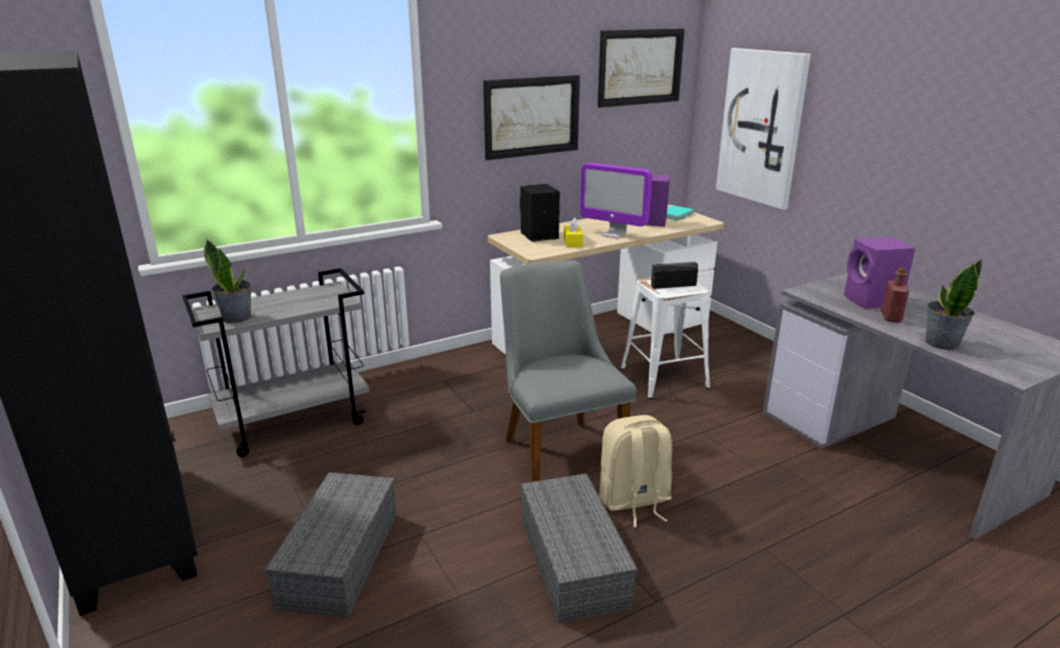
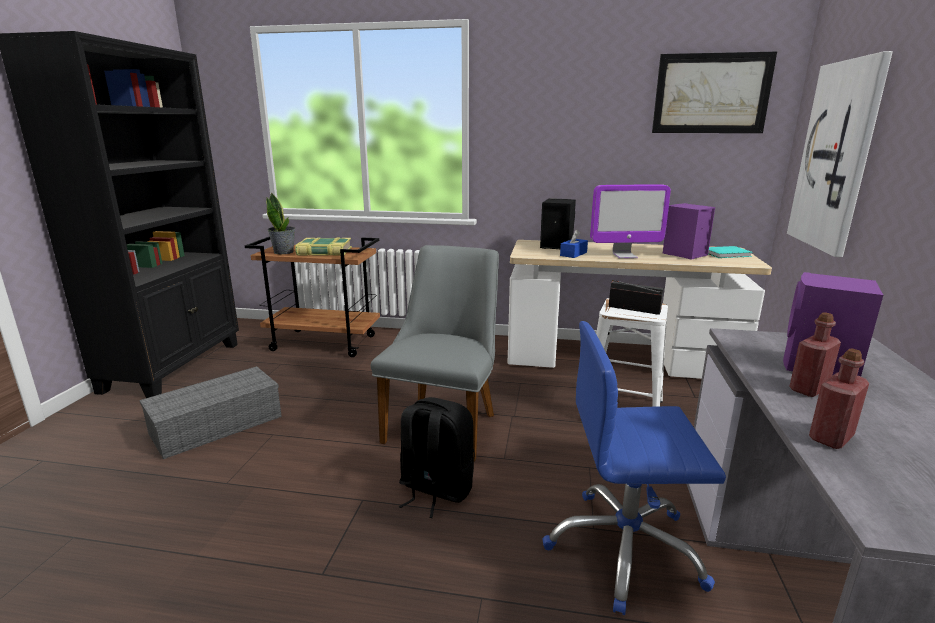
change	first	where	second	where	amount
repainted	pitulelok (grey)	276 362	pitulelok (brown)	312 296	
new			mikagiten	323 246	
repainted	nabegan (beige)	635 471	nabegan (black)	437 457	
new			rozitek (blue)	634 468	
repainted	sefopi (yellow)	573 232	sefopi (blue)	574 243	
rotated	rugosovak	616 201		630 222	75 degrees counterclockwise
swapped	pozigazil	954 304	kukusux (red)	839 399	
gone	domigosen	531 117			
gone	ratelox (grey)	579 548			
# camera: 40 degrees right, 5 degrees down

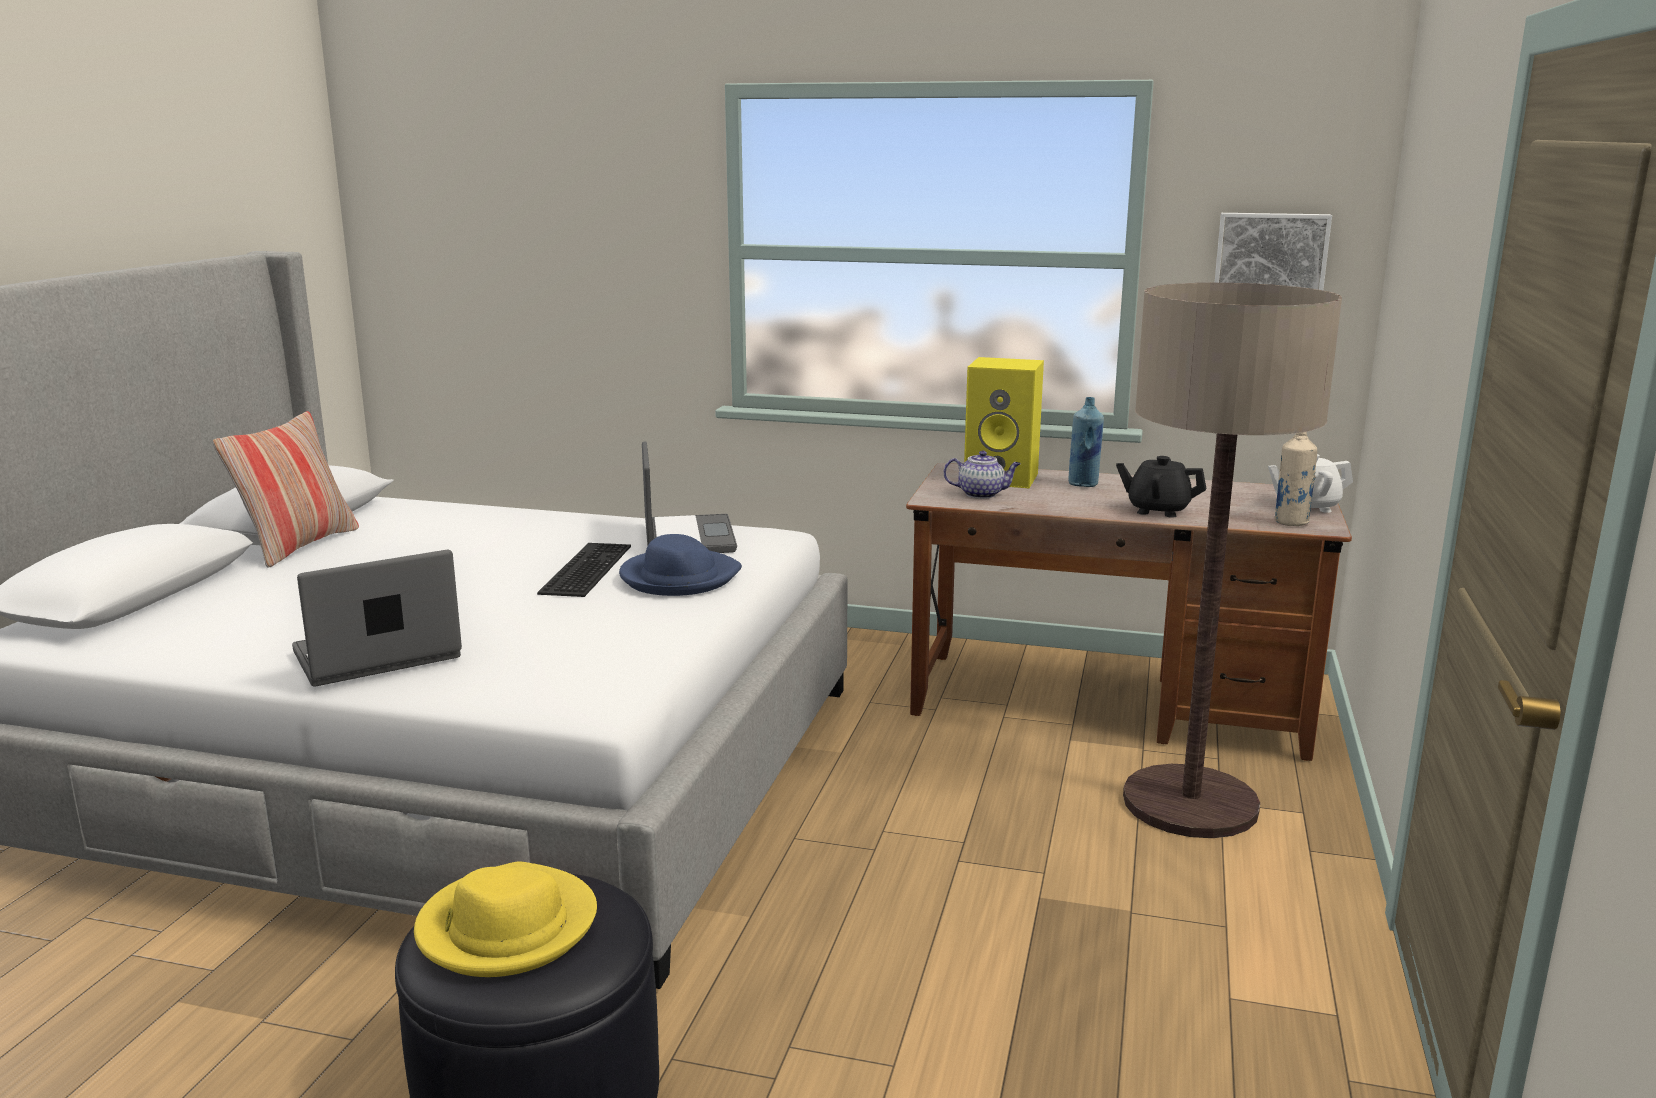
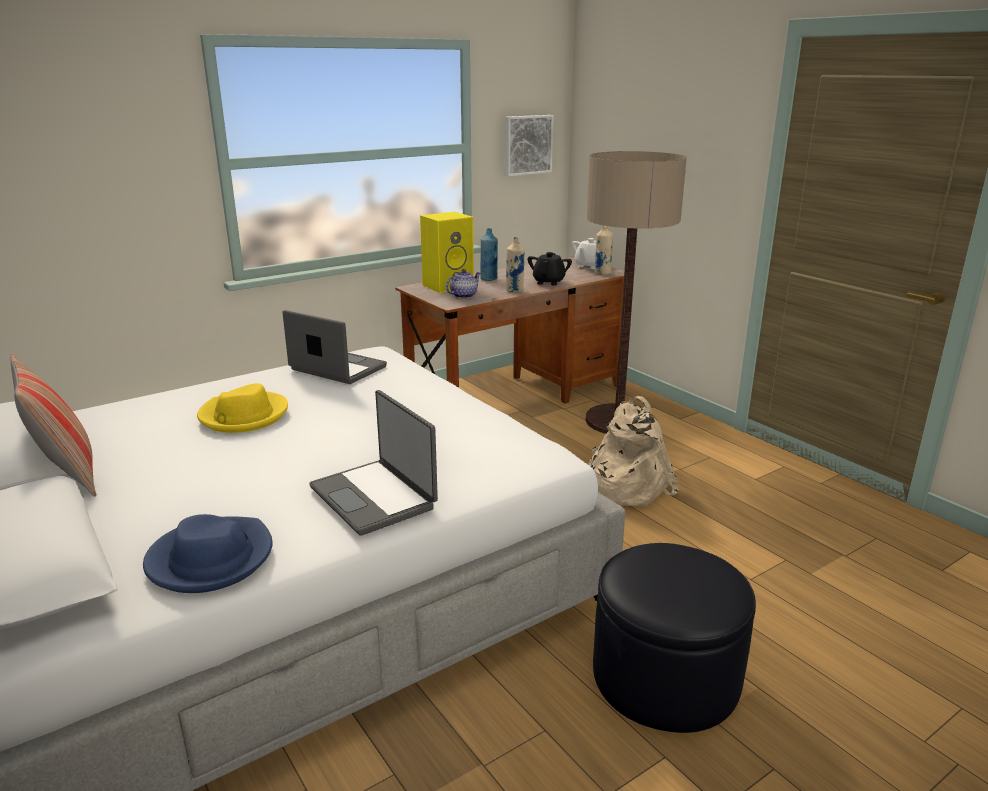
change	first	where	second	where	amount
shifted	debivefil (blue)	680 565		208 553	
shifted	debivefil (yellow)	505 919		242 408	
rotated	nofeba	377 618		373 463	45 degrees counterclockwise
new			kukusux (beige)	515 264	
rotated	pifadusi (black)	1161 487		550 269	135 degrees clockwise
new			nabegan (beige)	633 451	
gone	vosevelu	584 570			
# camera: 50 degrees left, 5 degrees up

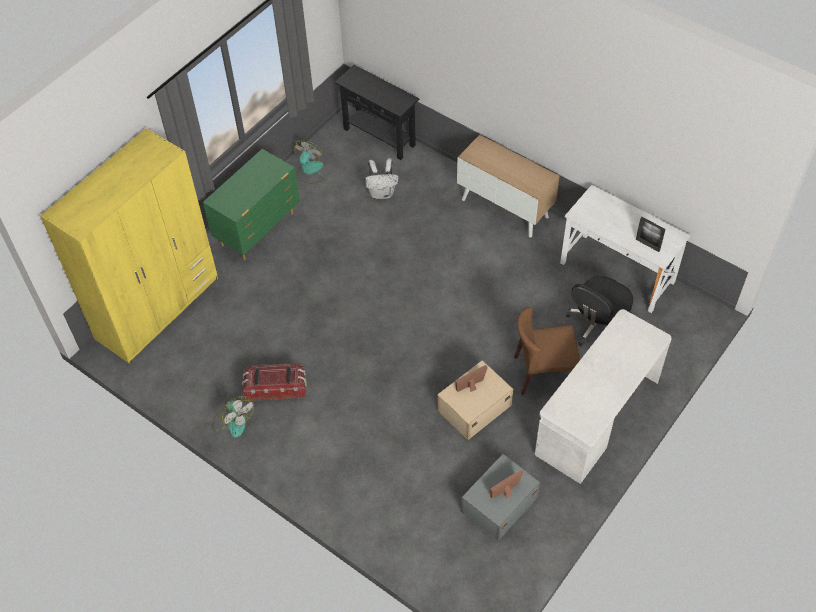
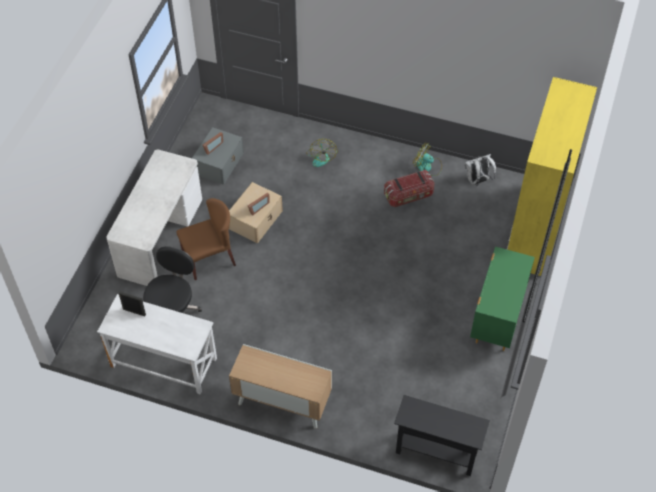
change	first	where	second	where	amount
shifted	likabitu	309 162		321 153	
shifted	nabegan (white)	381 178		480 170	
# camera: 160 degrees right, 0 degrees up

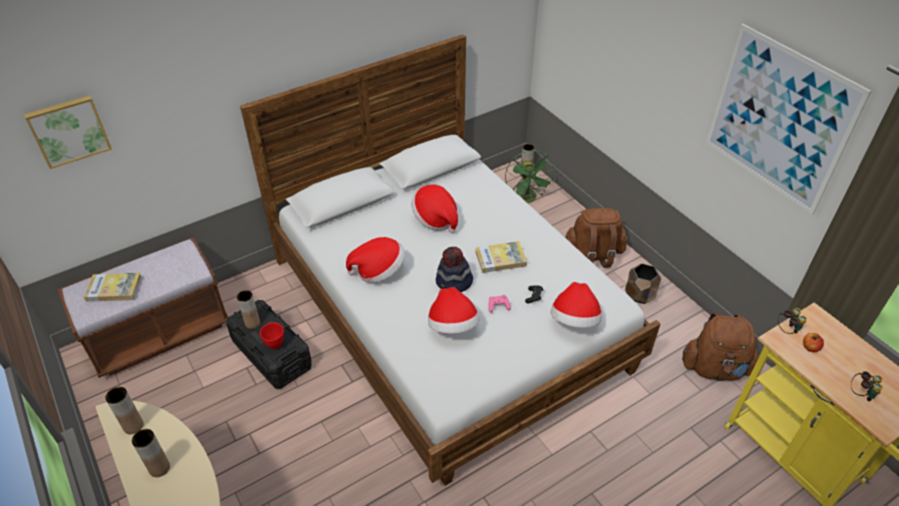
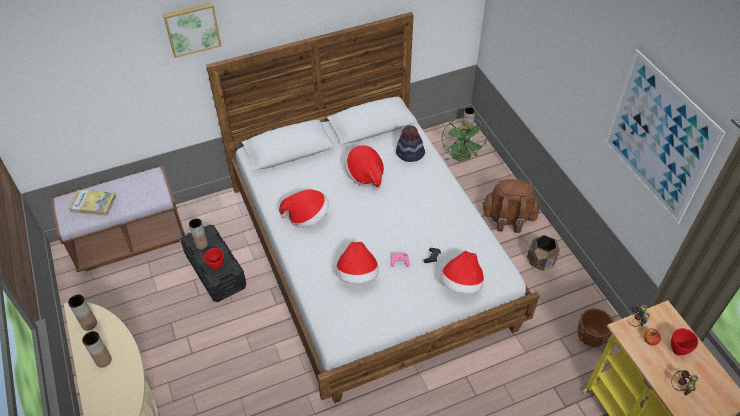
change	first	where	second	where	amount
shifted	domigosen	68 132		192 30	
shifted	debivefil	454 269		410 143	
swapped	nabegan (brown)	720 347	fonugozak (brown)	595 327	
new			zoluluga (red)	684 341	
gone	mikagiten	501 257			
# camera: 10 degrees right, 5 degrees up

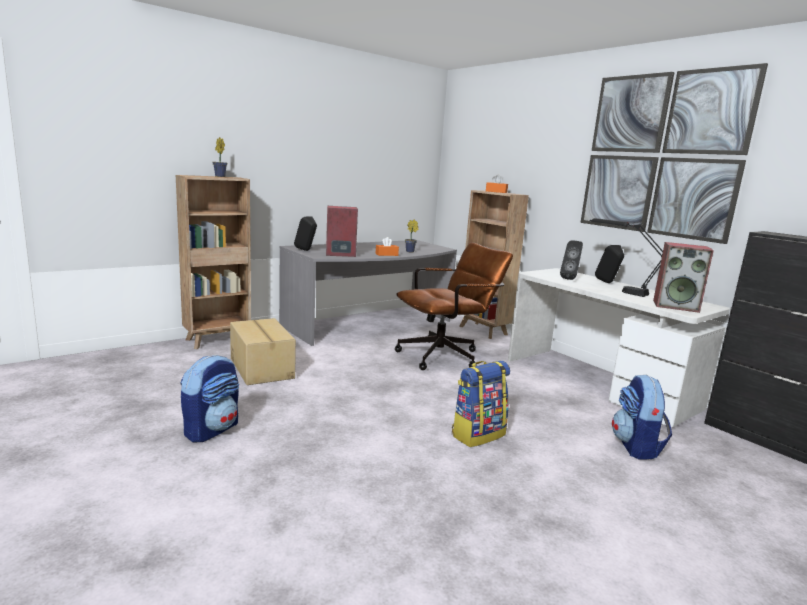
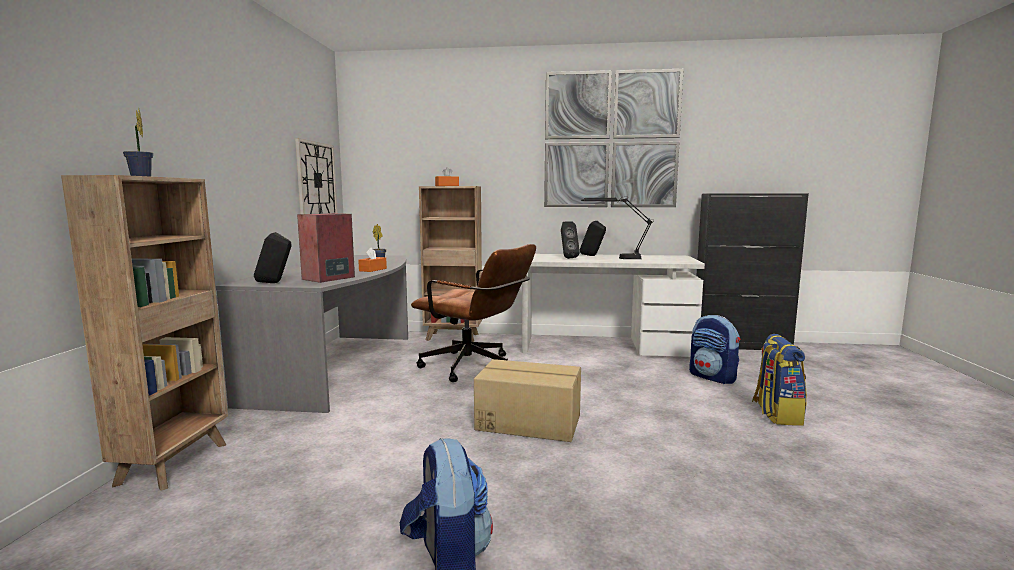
change	first	where	second	where	amount
new			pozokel	316 176	
rotated	rozitek (brown)	454 306		473 313	105 degrees clockwise
shifted	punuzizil	263 351		527 400	
shifted	nabegan	481 404		779 380	
gone	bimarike	683 277			
# camera: 45 degrees left, 5 degrees down

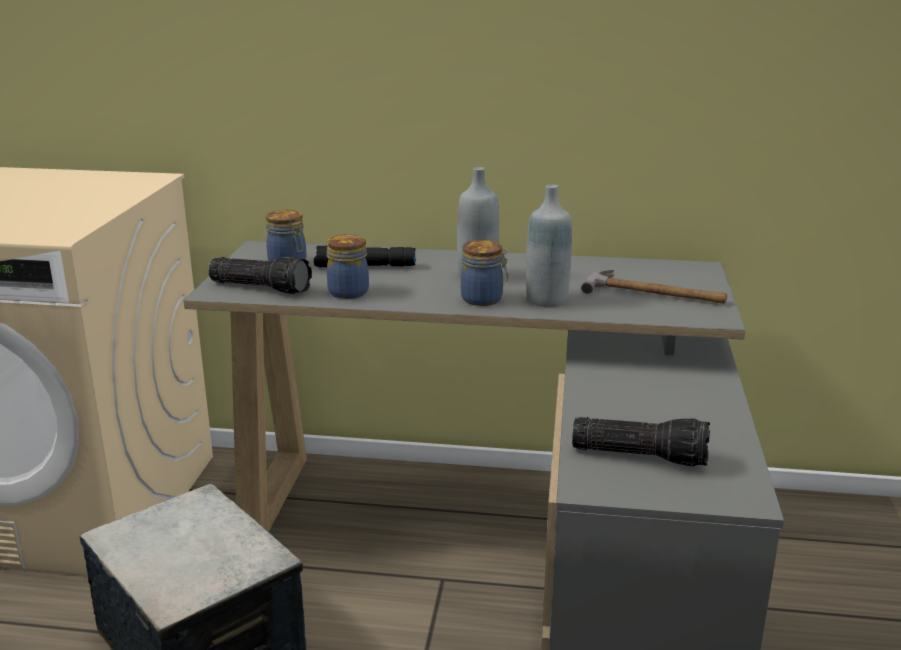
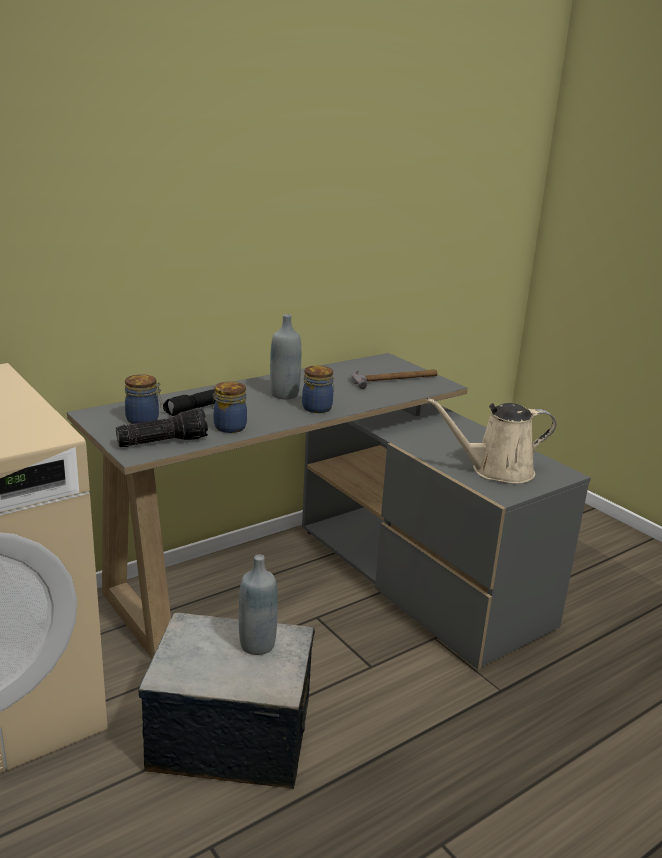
change	first	where	second	where	amount
shifted	kukusux (grey)	549 245		258 605	
swapped	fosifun	641 442	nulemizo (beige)	491 441	
# camera: 45 degrees left, 0 degrees up

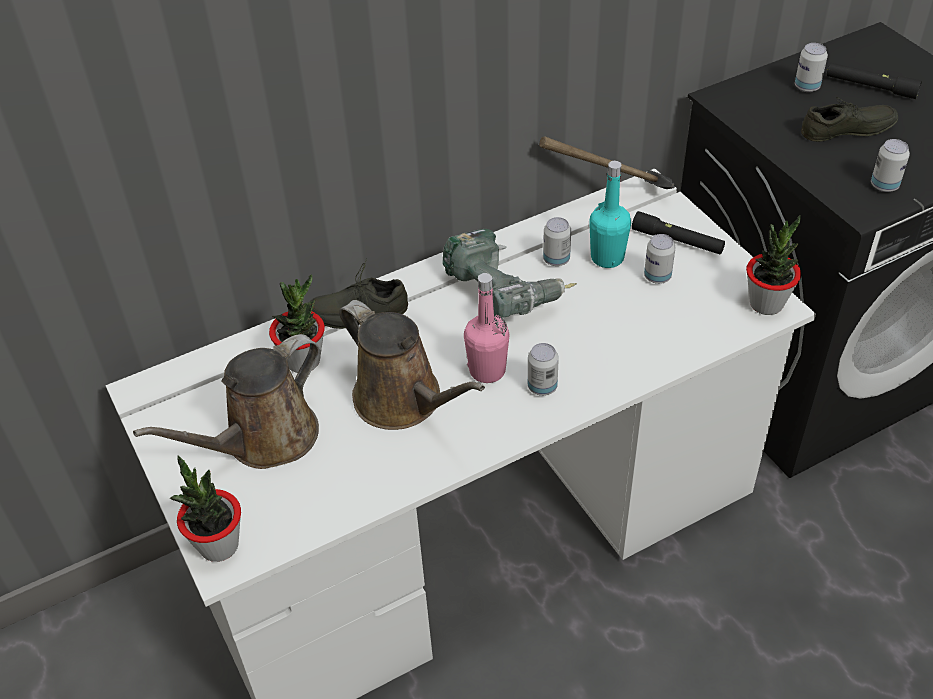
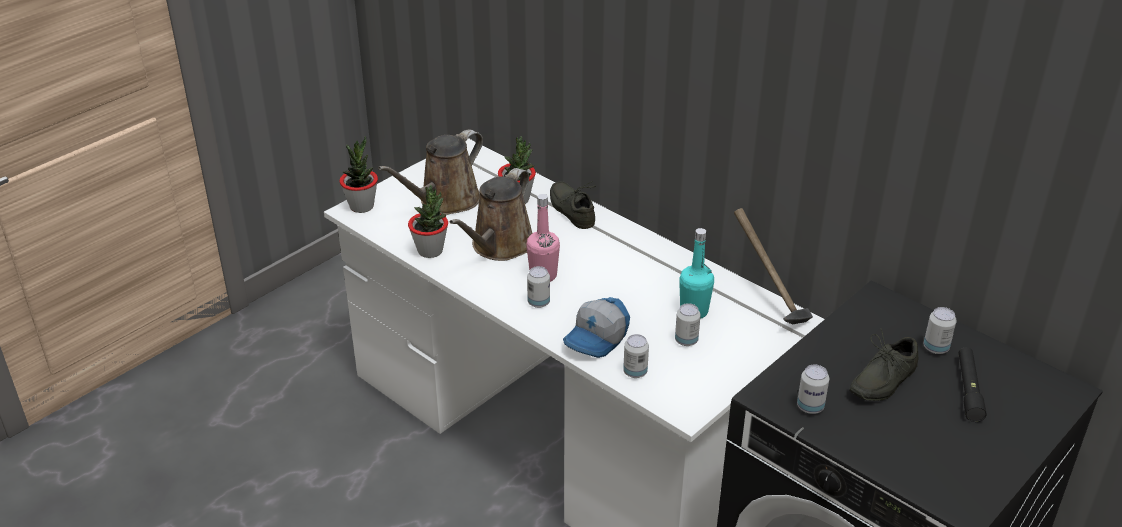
change	first	where	second	where	amount
rotated	nulemizo (brown)	226 401		430 172	75 degrees counterclockwise
shifted	pozigazil	773 265		428 221	
new			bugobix	596 327	
shifted	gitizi	557 241		636 356	
rotated	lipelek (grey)	849 119		884 364	75 degrees clockwise
gone	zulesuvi	509 273			
gone	fosifun (black)	678 232			
# camera: 70 degrees right, 10 degrees down

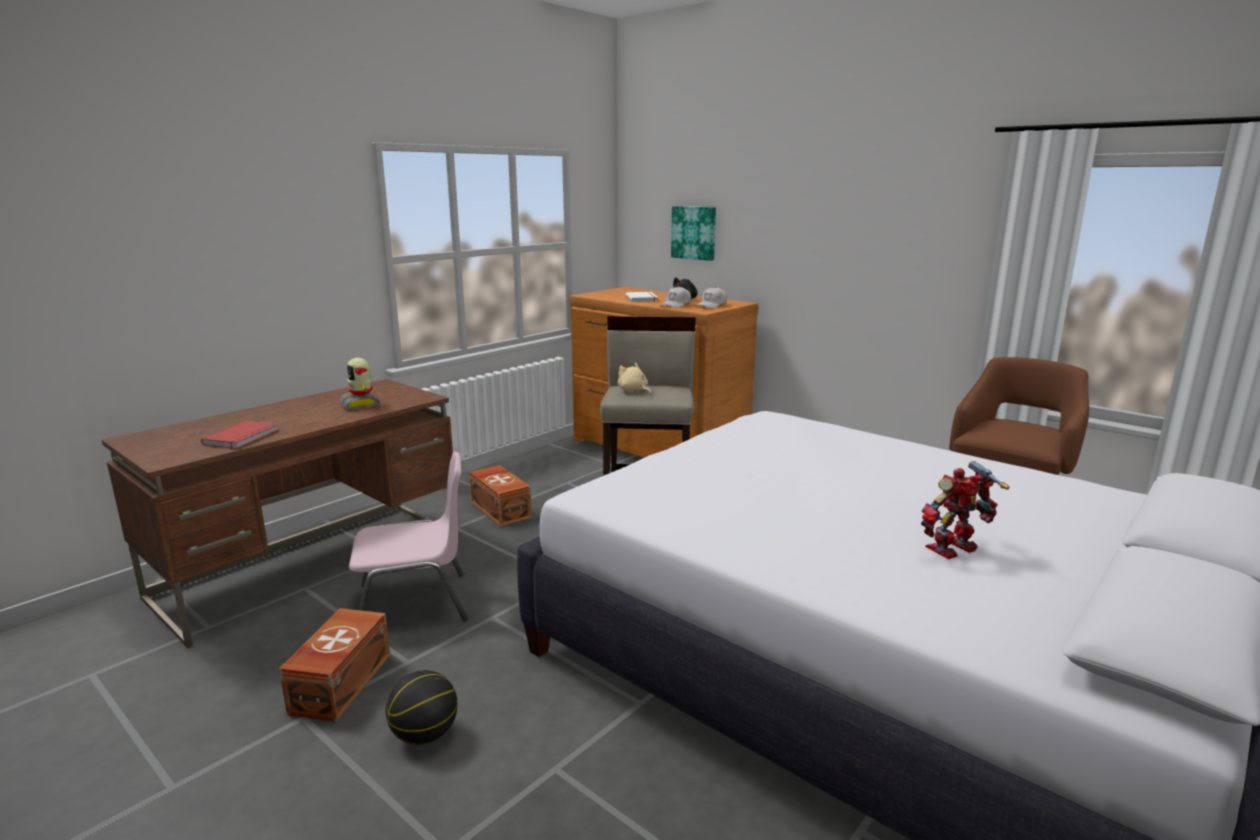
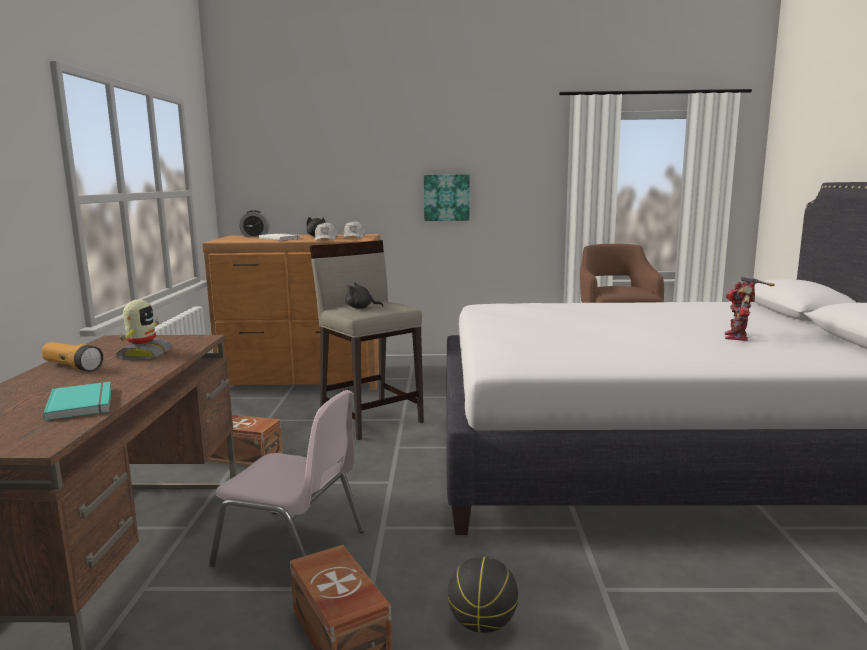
change	first	where	second	where	amount
new			fosifun	72 357	
repainted	mikagiten (red)	240 435	mikagiten (turquoise)	77 401	
rotated	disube	359 384		144 329	105 degrees counterclockwise
rotated	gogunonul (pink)	408 536		286 478	75 degrees clockwise
new			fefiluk	254 223	
repainted	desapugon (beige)	634 378	desapugon (black)	364 295	
shifted	domigosen	693 233		446 197	
# camera: 40 degrees left, 5 degrees down

